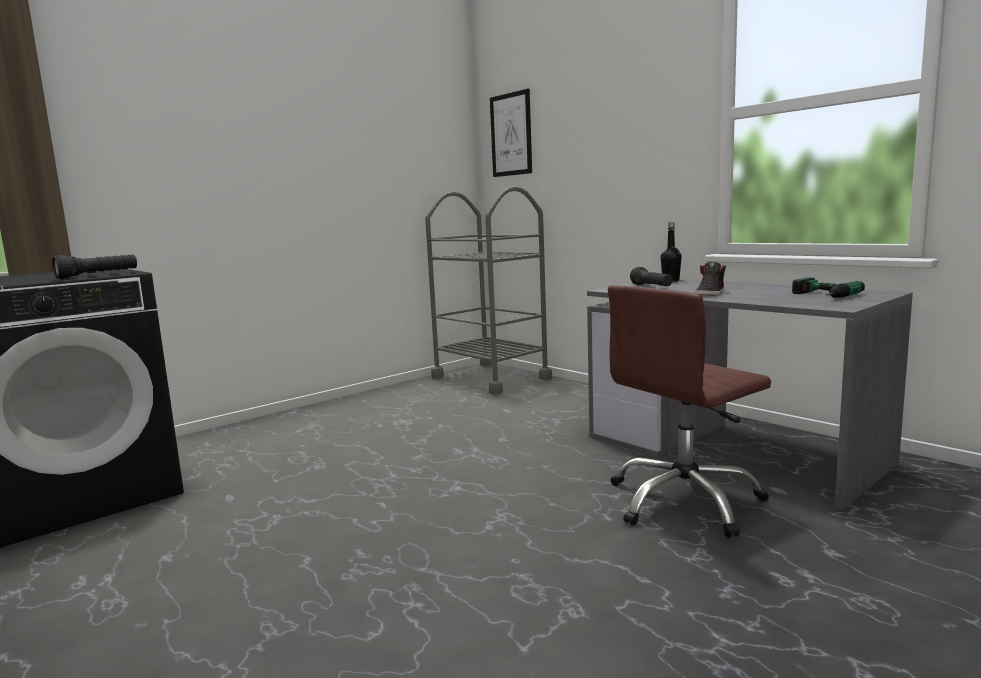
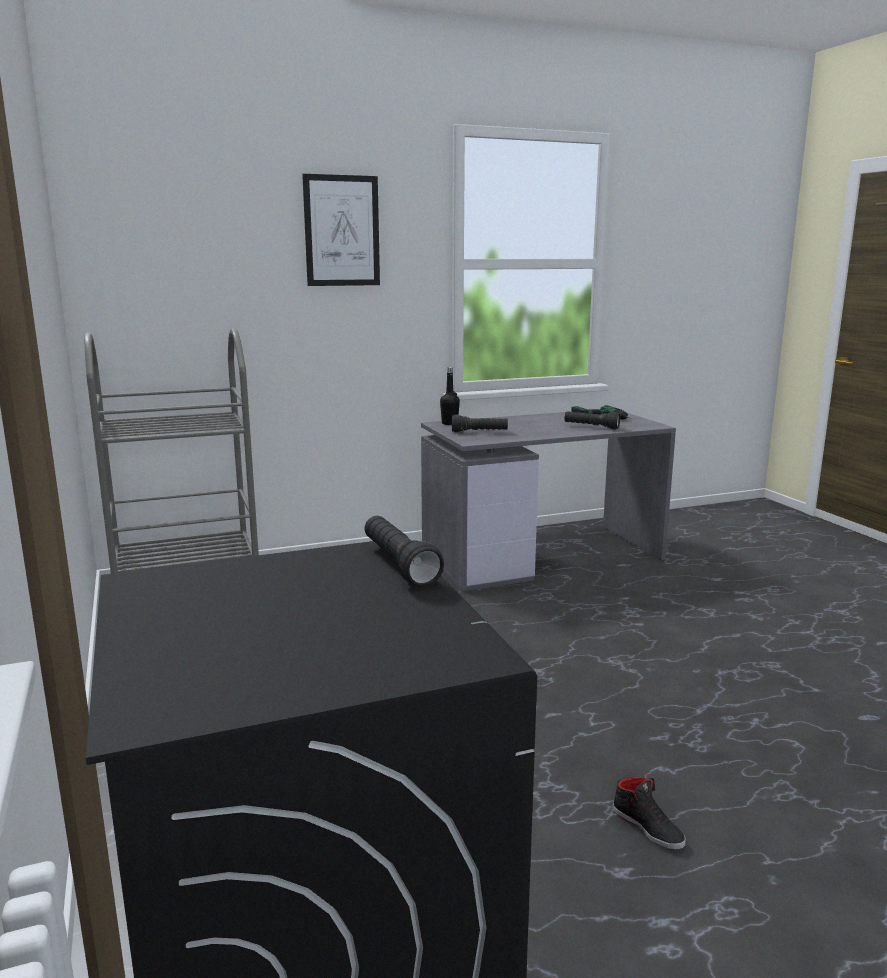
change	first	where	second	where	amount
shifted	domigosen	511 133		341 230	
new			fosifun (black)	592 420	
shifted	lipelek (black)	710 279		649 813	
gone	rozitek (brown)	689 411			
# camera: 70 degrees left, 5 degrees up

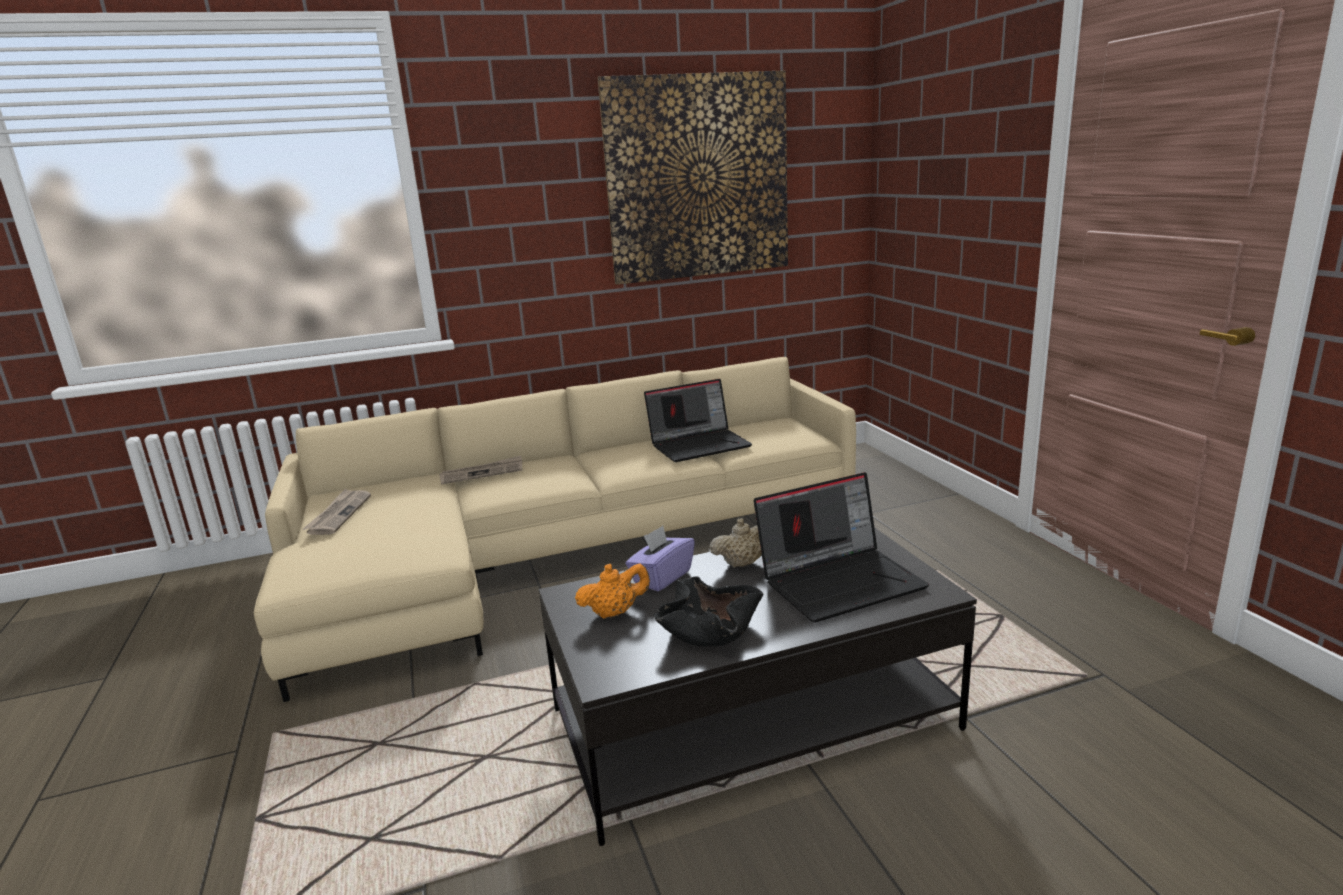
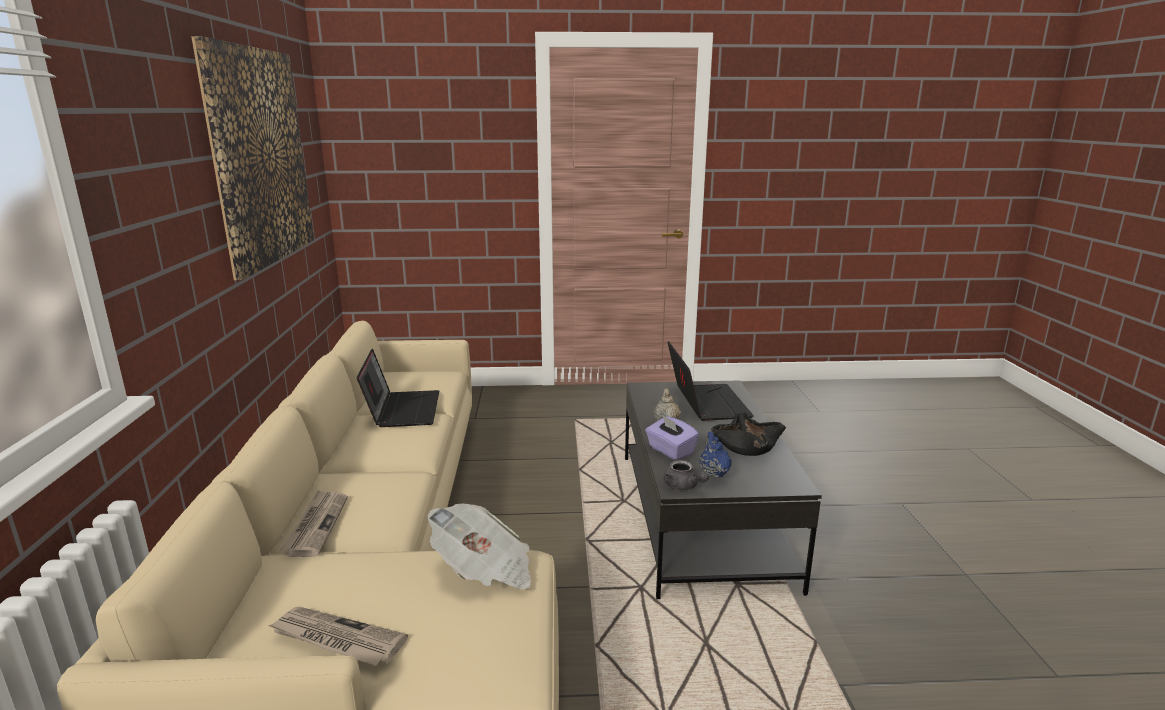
change	first	where	second	where	amount
new			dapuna	479 546	
new			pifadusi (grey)	686 475	
repainted	pifadusi (orange)	612 591	pifadusi (blue)	716 455	
# camera: 75 degrees left, 0 degrees up

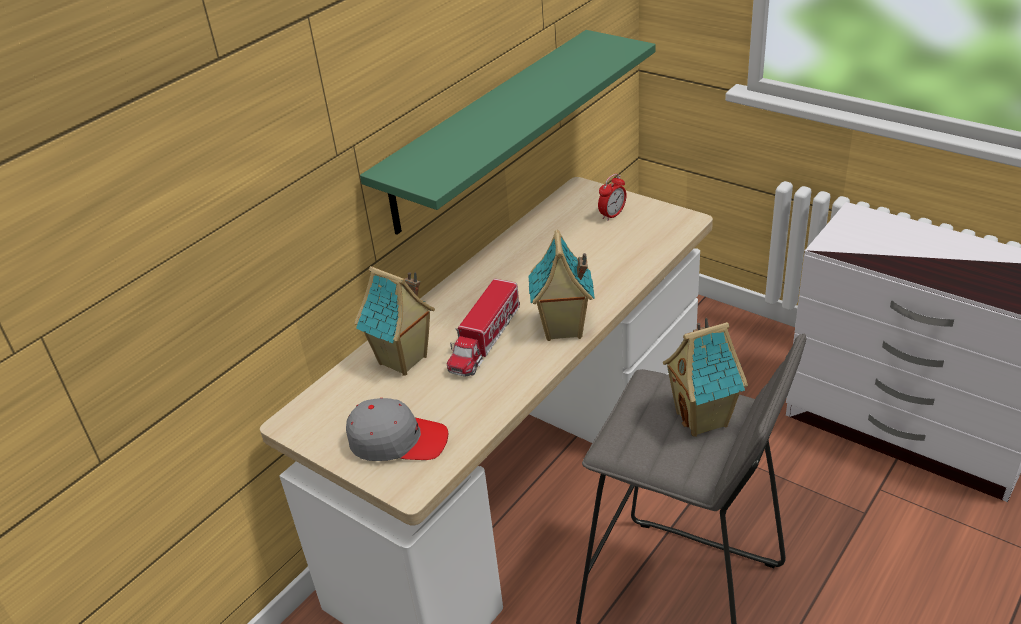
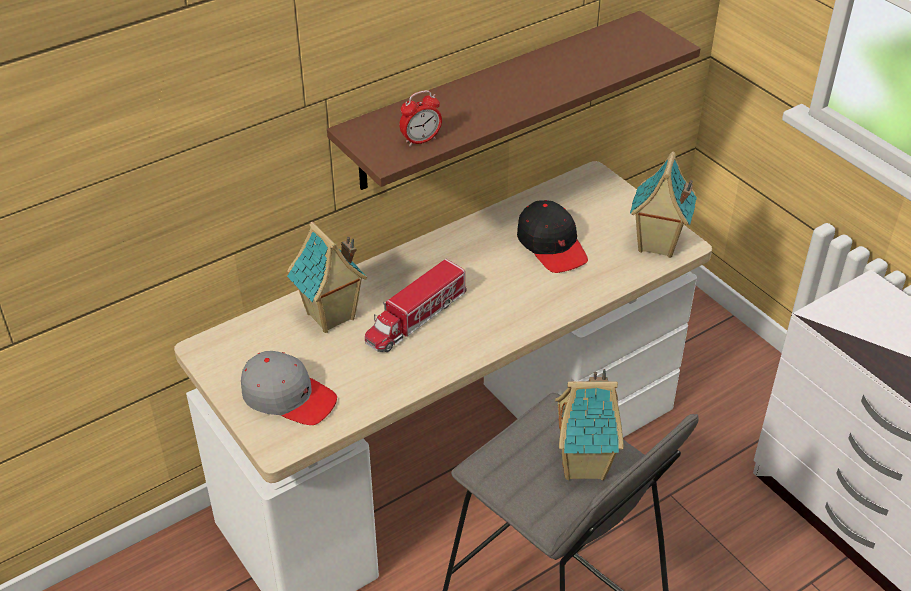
change	first	where	second	where	amount
repainted	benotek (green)	508 132	benotek (brown)	514 100	
shifted	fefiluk	612 197		420 118	
new			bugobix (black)	552 236	
shifted	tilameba	562 285		663 204	
# camera: 15 degrees right, 5 degrees up

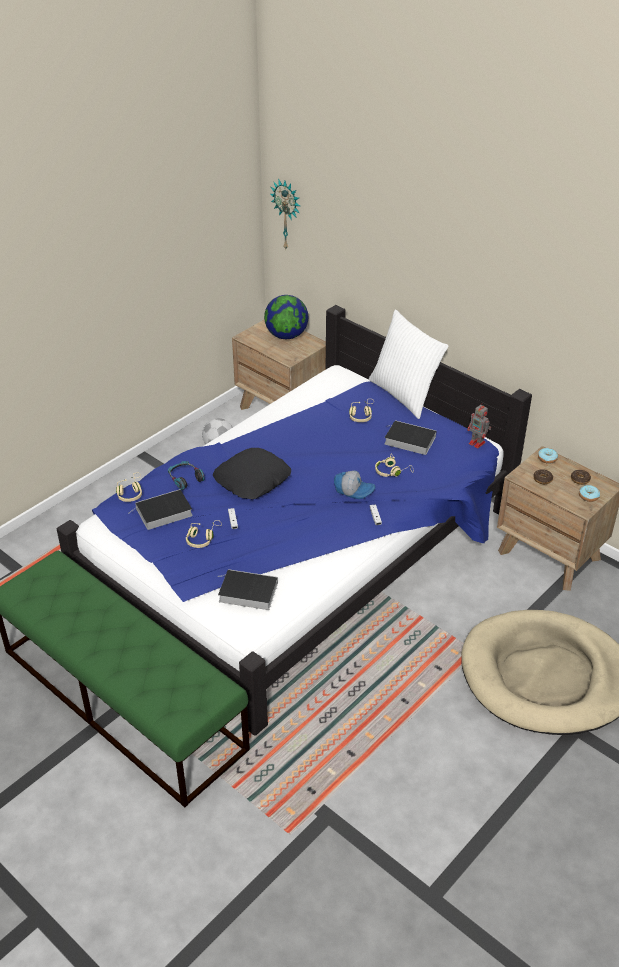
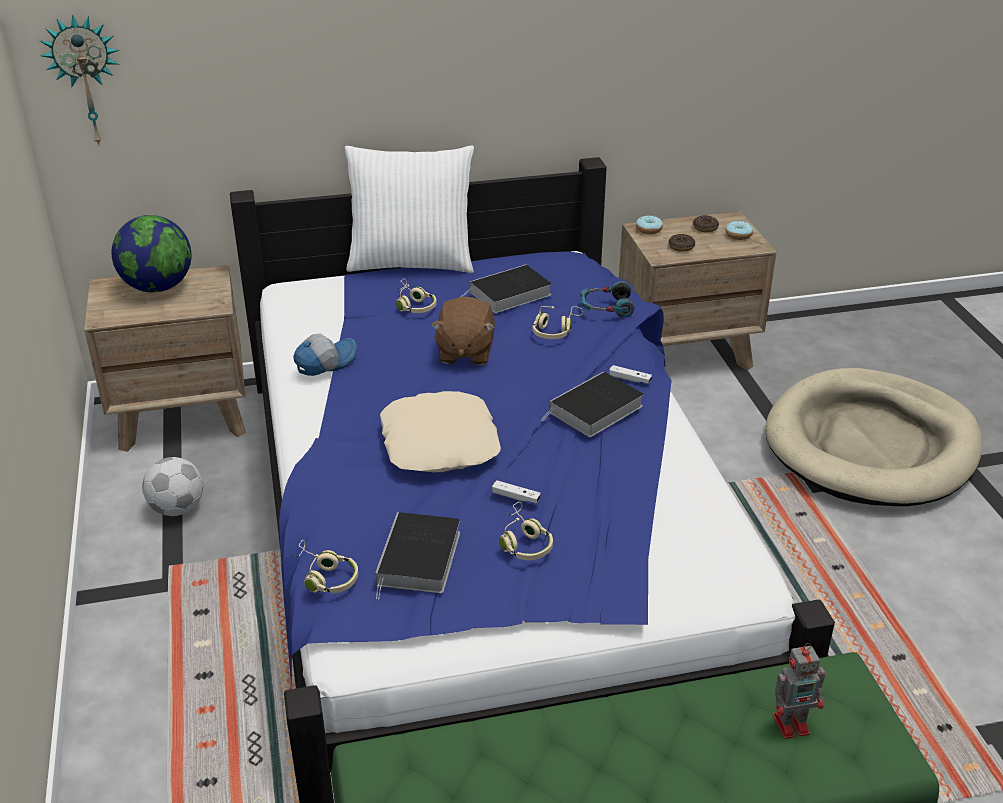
change	first	where	second	where	amount
shifted	bugobix	354 484		325 355	
repainted	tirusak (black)	252 473	tirusak (beige)	440 431	
new			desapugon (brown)	463 331	
shifted	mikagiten	248 589		592 404	
shifted	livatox	186 475		607 299	
shifted	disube	479 427		799 691	
# camera: 55 degrees left, 5 degrees down

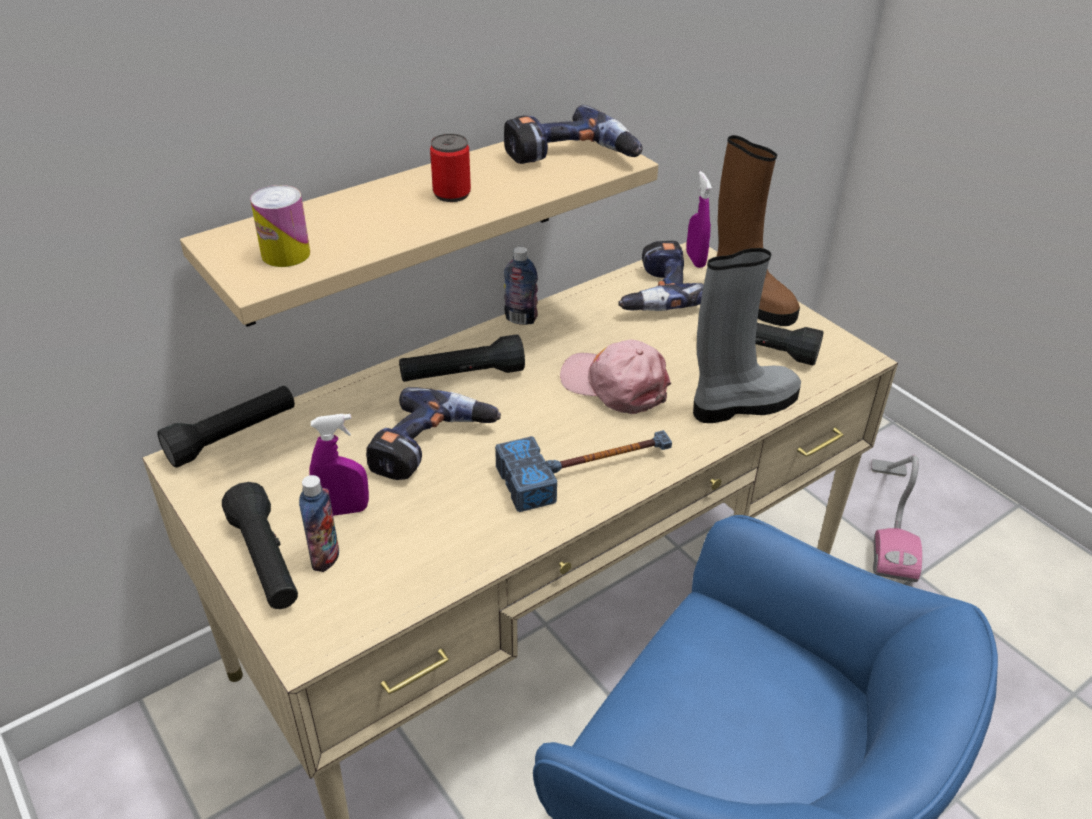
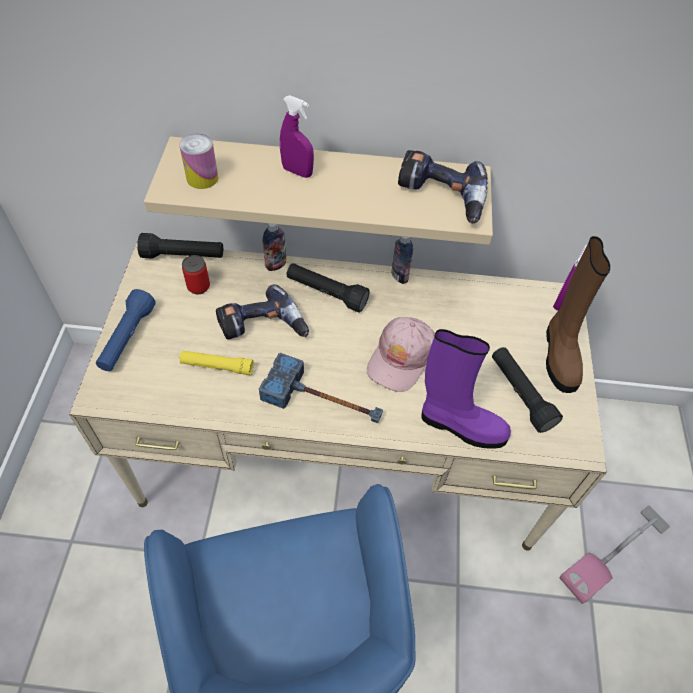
change	first	where	second	where	amount
repainted	fosifun (black)	260 545	fosifun (blue)	125 330	
new			fosifun (yellow)	216 363	
shifted	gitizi	450 168		196 274	
shifted	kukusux	319 523		274 247	
shifted	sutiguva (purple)	339 465		297 136	
rotated	bugobix (pink)	615 377		401 354	135 degrees counterclockwise
repainted	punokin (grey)	747 335	punokin (purple)	466 389	
gone	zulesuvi	661 276			
# camera: 40 degrees right, 15 degrees up

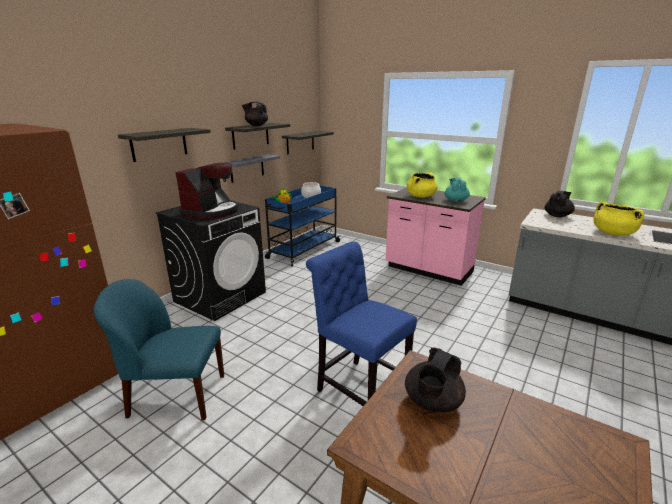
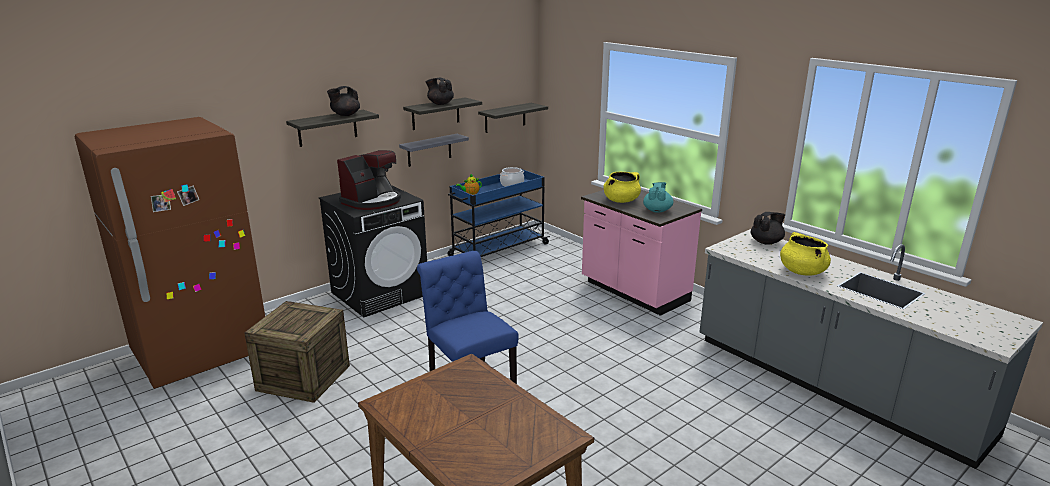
change	first	where	second	where	amount
swapped	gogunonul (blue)	159 349	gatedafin	297 352	
shifted	pifadusi (black)	435 379		343 101	
# camera: 15 degrees right, 0 degrees up

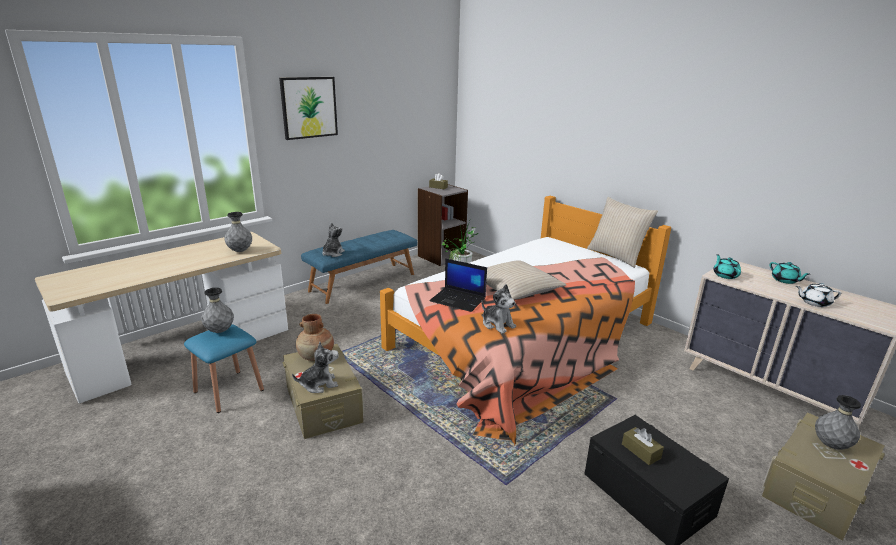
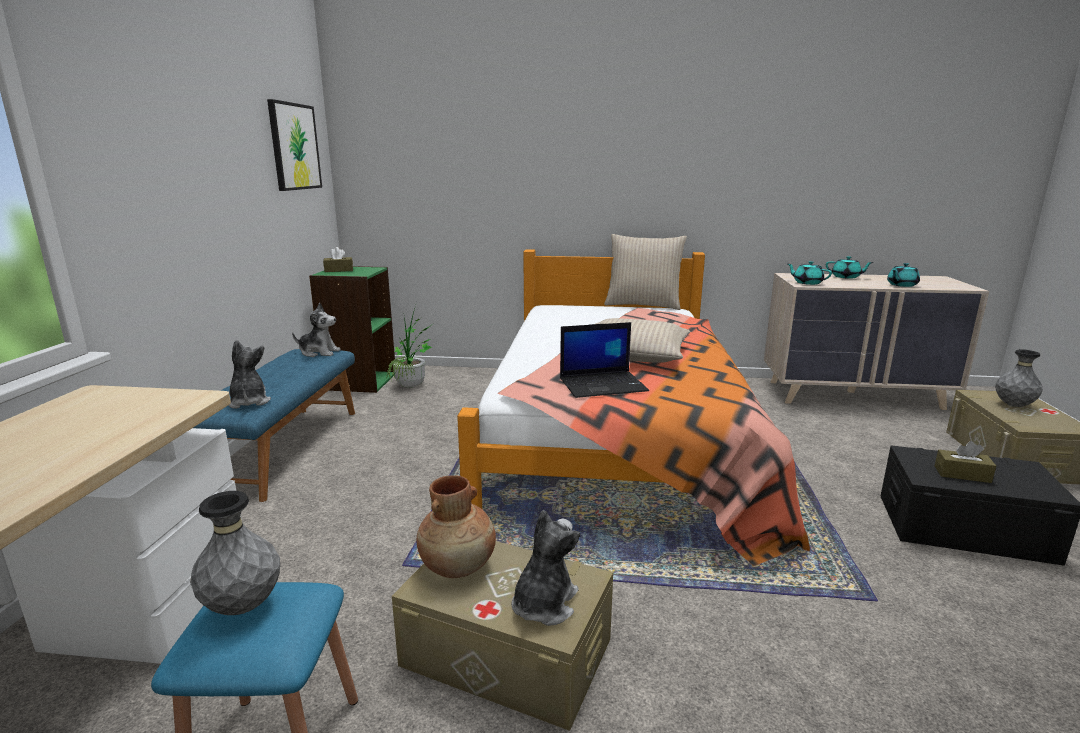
change	first	where	second	where	amount
shifted	domigosen	308 108		294 145	
shifted	desapugon	499 309		316 330	
repainted	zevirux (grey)	443 225	zevirux (green)	352 329	
repainted	pifadusi (white)	818 295	pifadusi (turquoise)	903 275	
gone	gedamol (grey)	238 232			
# camera: 40 degrees left, 5 degrees down

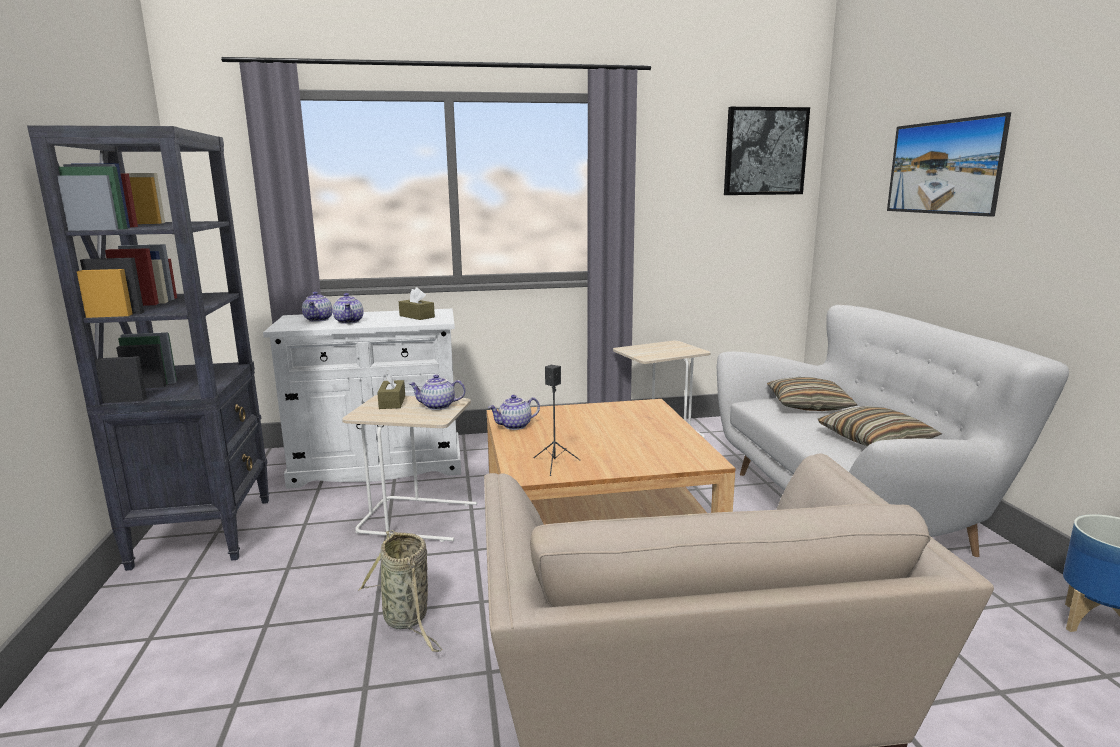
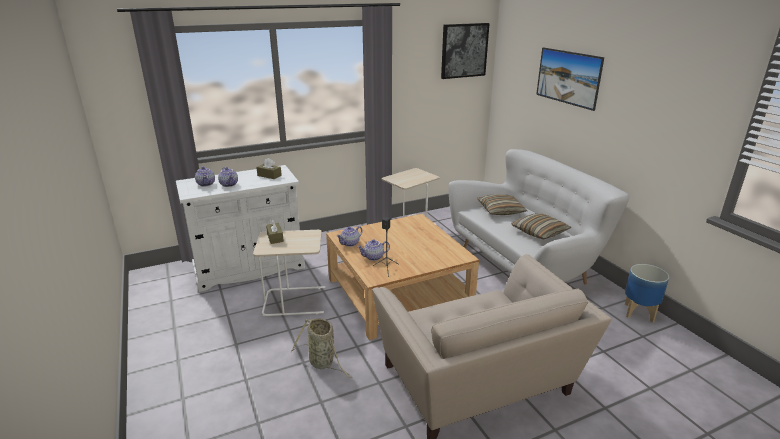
change	first	where	second	where	amount
shifted	pifadusi	437 392		373 250	
gone	zevirux (black)	148 348			
# camera: 15 degrees left, 10 degrees up

